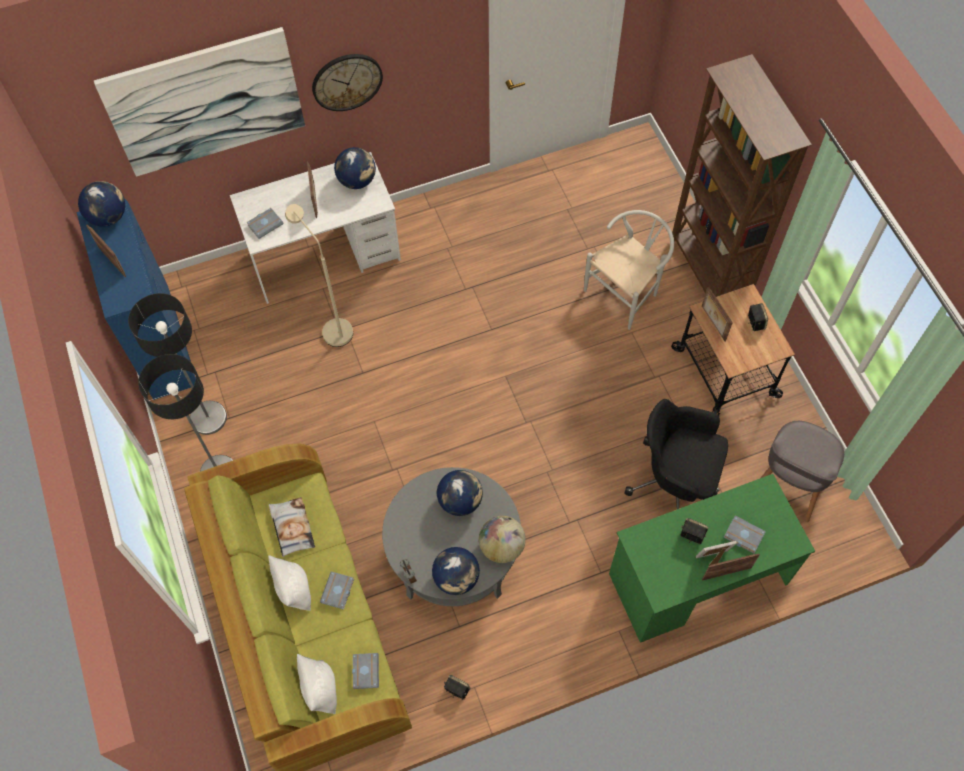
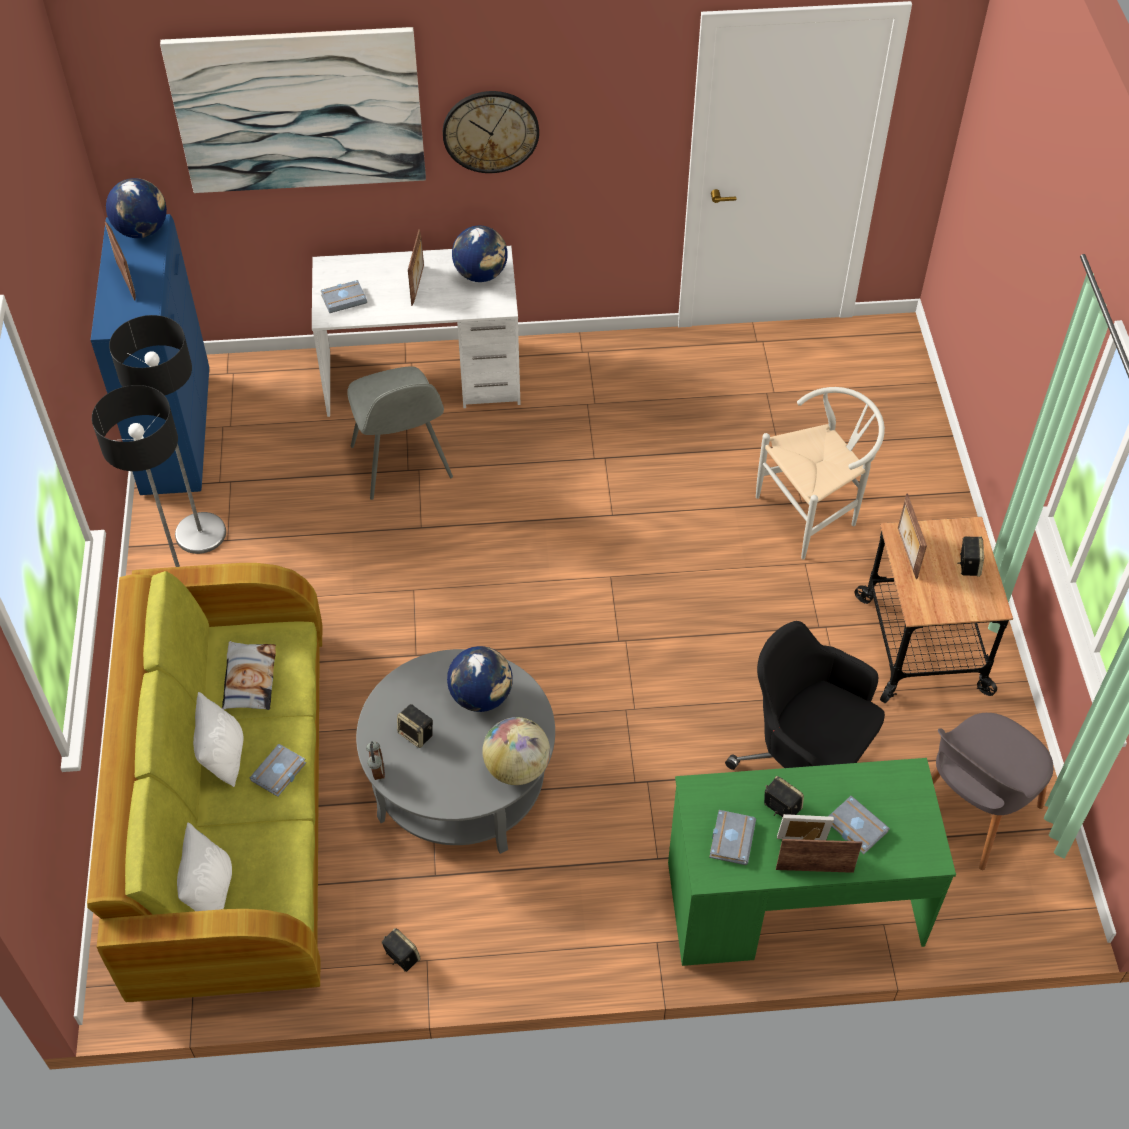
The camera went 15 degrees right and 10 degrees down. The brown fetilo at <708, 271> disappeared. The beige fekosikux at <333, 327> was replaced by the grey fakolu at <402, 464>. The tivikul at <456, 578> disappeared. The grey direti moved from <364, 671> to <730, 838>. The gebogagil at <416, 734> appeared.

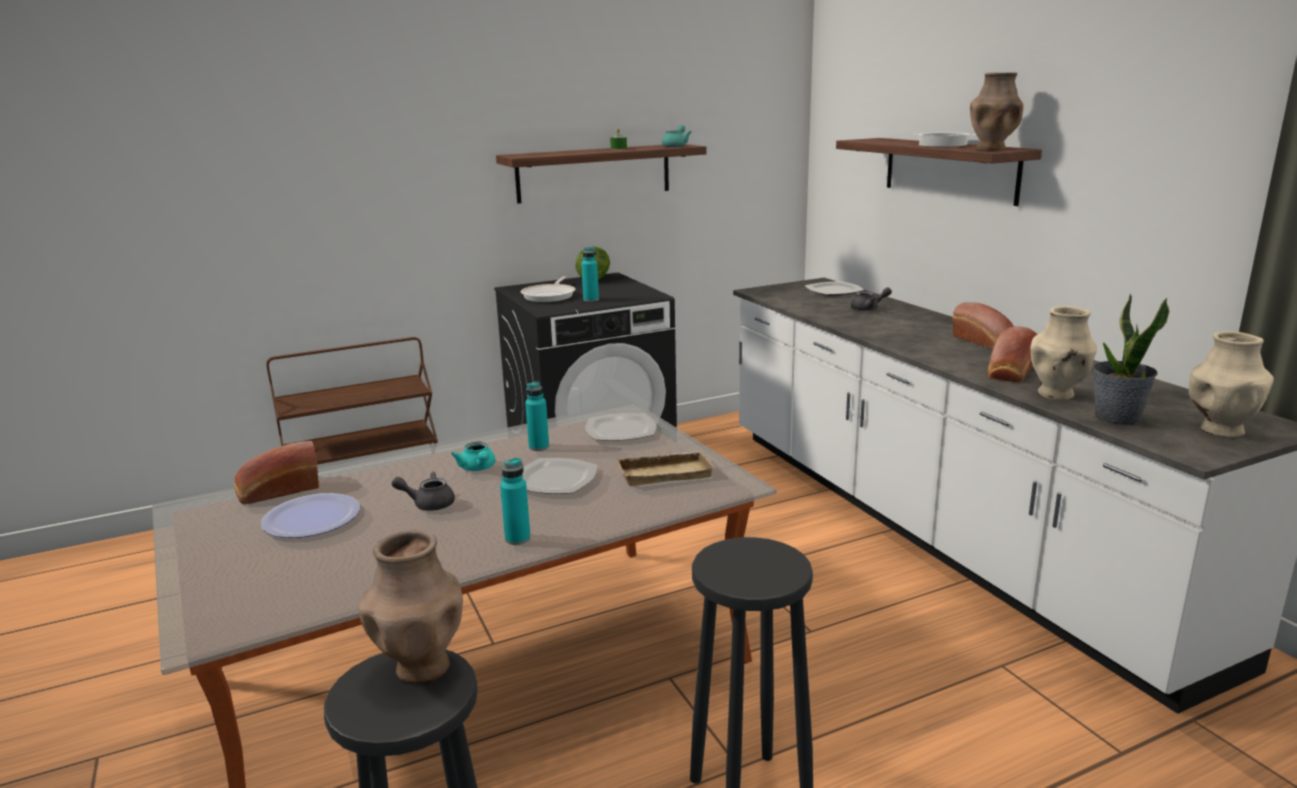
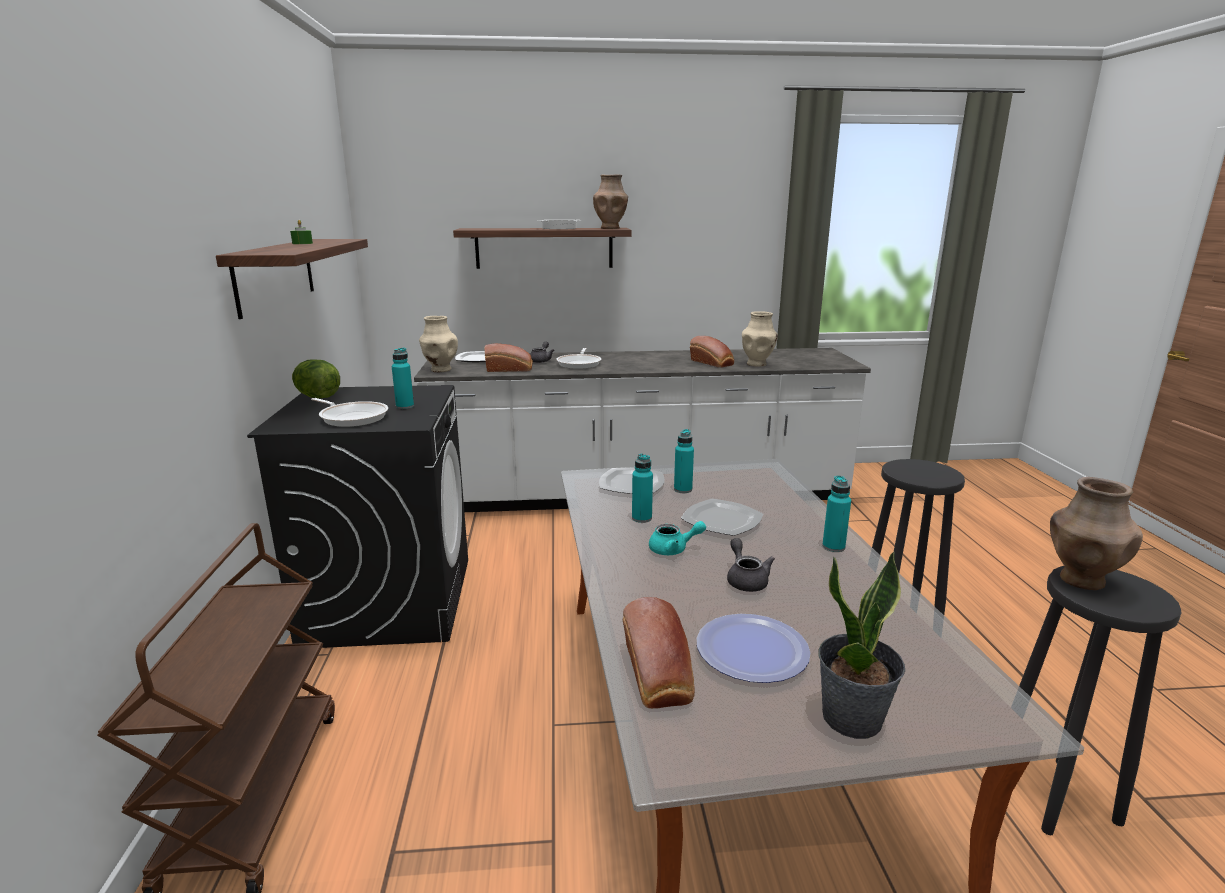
The camera went 70 degrees left and 0 degrees up. The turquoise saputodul at <676, 146> disappeared. The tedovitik moved from <1117, 418> to <852, 718>. The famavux moved from <986, 342> to <510, 369>. The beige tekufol moved from <1220, 431> to <440, 370>. The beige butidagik at <665, 473> disappeared. The grey saputodul at <428, 504> turned 150 degrees clockwise. The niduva at <580, 363> appeared. The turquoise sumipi at <683, 489> appeared.

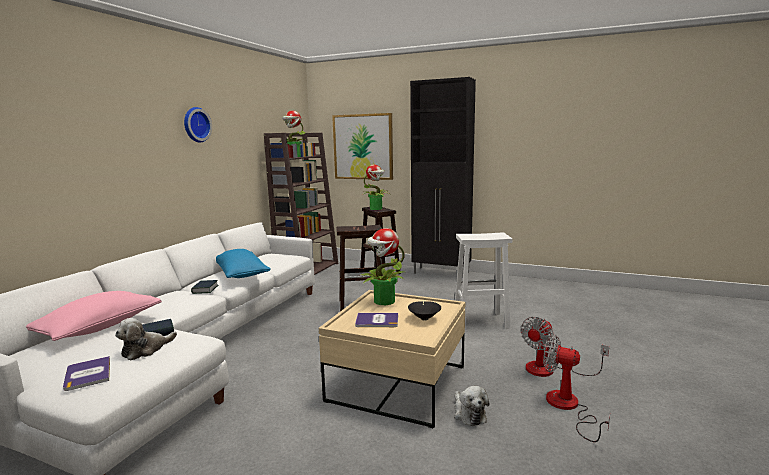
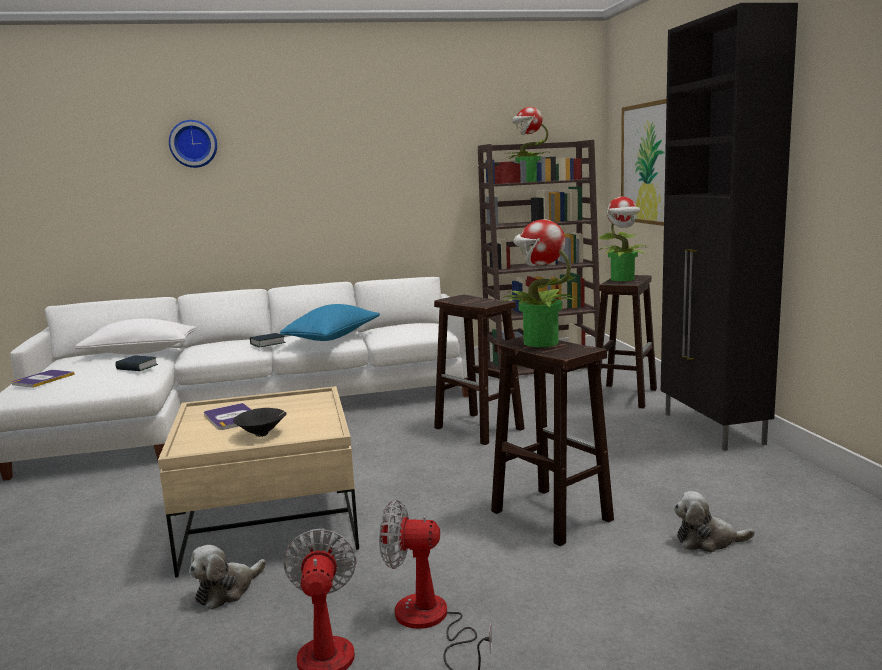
The camera went 55 degrees right and 0 degrees up. The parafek moved from <195, 125> to <193, 144>. The tedovitik moved from <383, 301> to <539, 343>. The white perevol at <479, 321> became the brown perevol at <549, 515>. The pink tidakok at <99, 327> became the white tidakok at <140, 352>. The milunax moved from <145, 350> to <708, 541>.

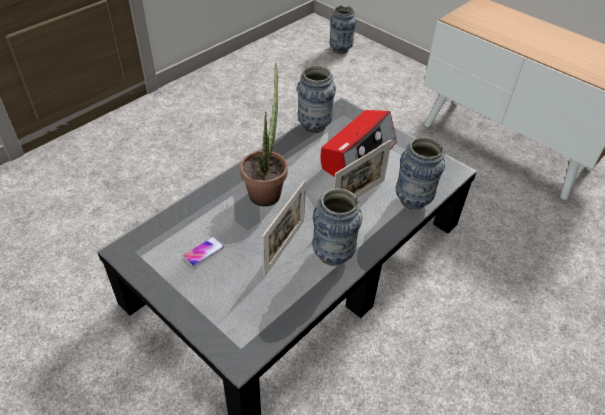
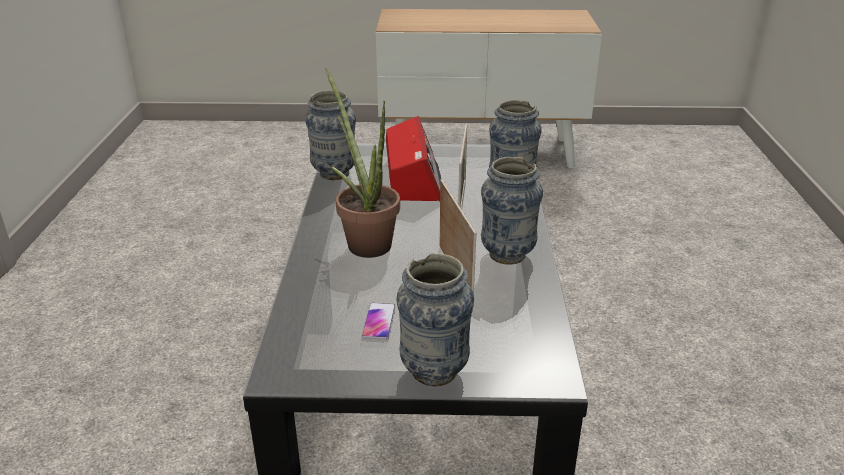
The camera went 40 degrees left and 15 degrees down. The tekufol moved from <340, 50> to <434, 371>.

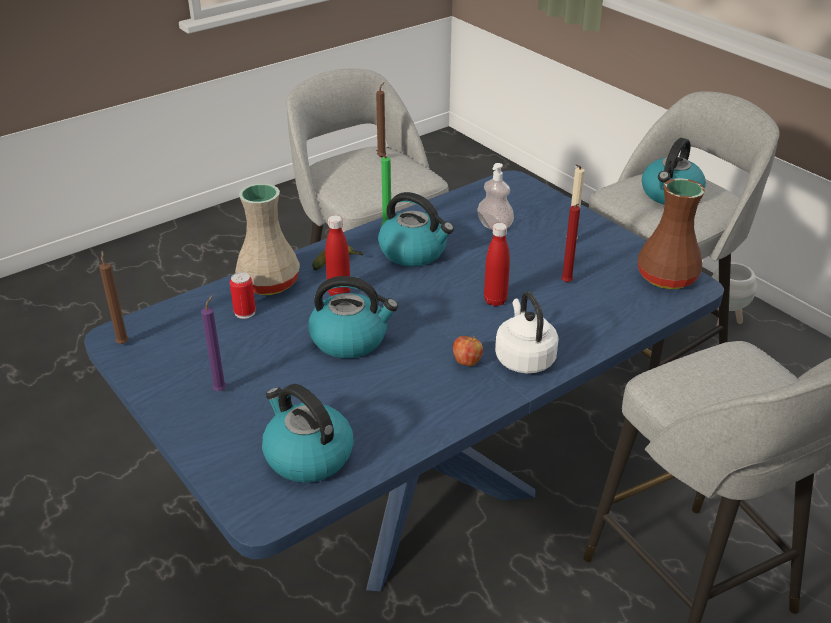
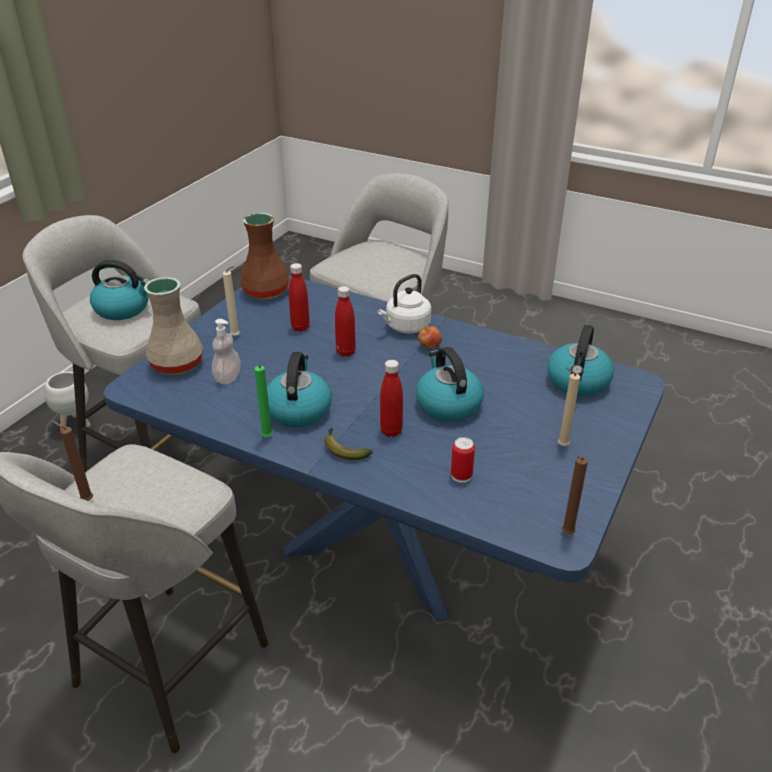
The camera went 115 degrees left and 0 degrees up. The beige tekufol moved from <270, 282> to <176, 363>. The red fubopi at <566, 283> was replaced by the red sumipi at <300, 327>. The purple fubopi at <221, 389> became the beige fubopi at <560, 445>.

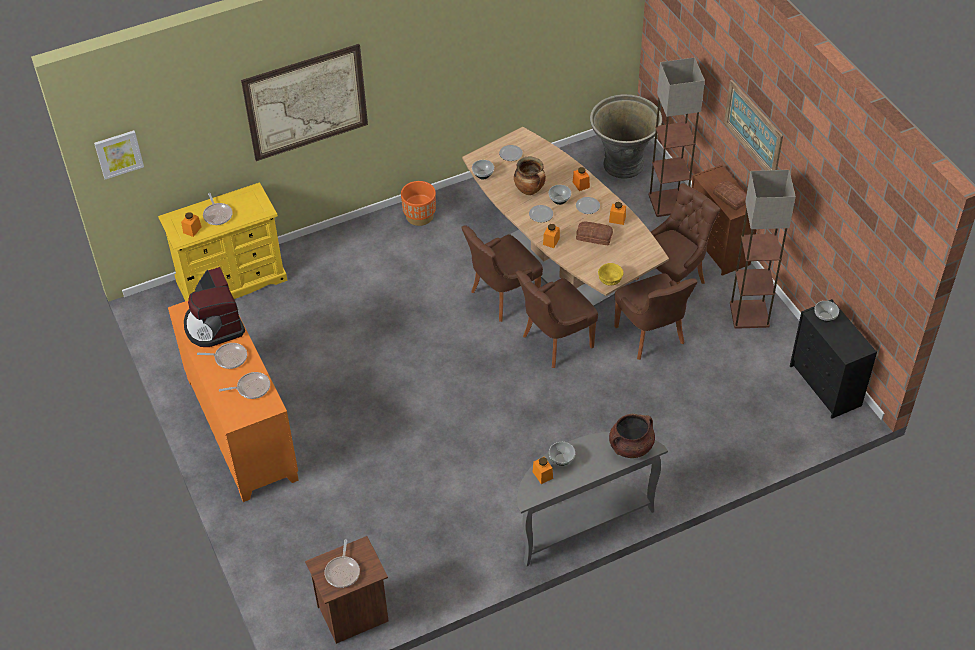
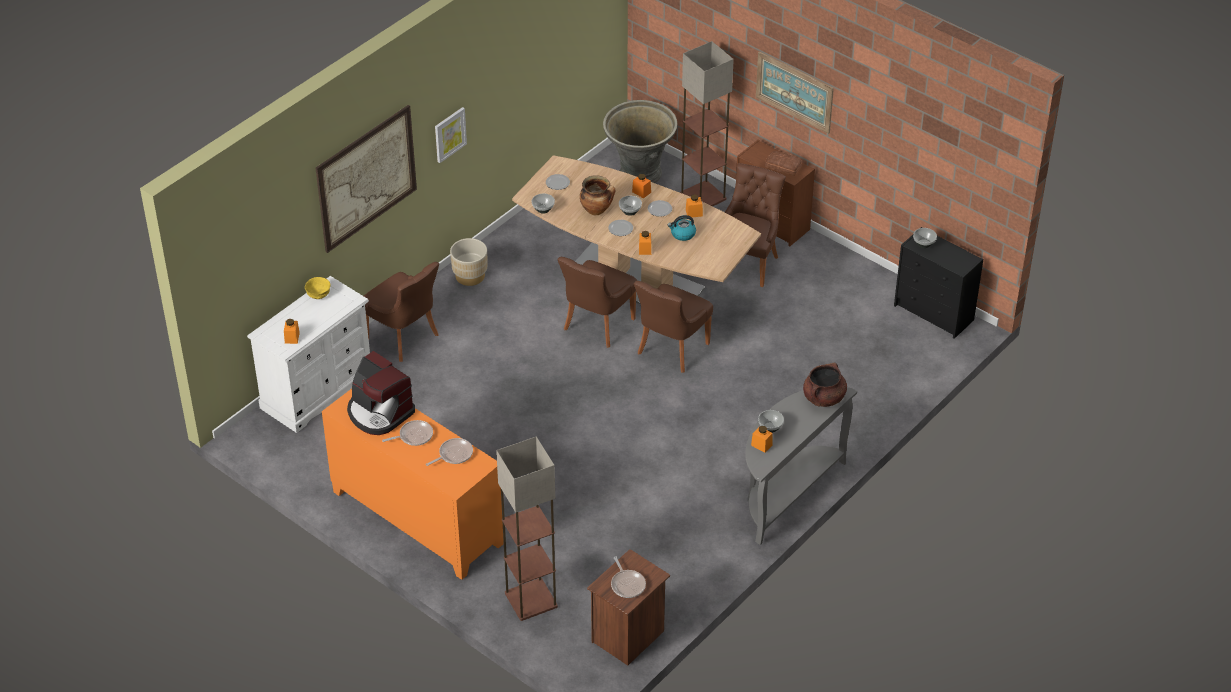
The camera went 25 degrees left and 5 degrees down. The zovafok moved from <119, 154> to <449, 134>. The fekosikux moved from <749, 314> to <531, 599>. The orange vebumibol at <419, 216> became the beige vebumibol at <470, 276>. The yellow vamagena at <232, 281> became the white vamagena at <318, 390>. The niduva at <217, 214> disappeared. The famavux at <594, 237> was replaced by the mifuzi at <682, 234>. The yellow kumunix moved from <610, 280> to <319, 294>. The brown fakolu moved from <651, 336> to <404, 338>.

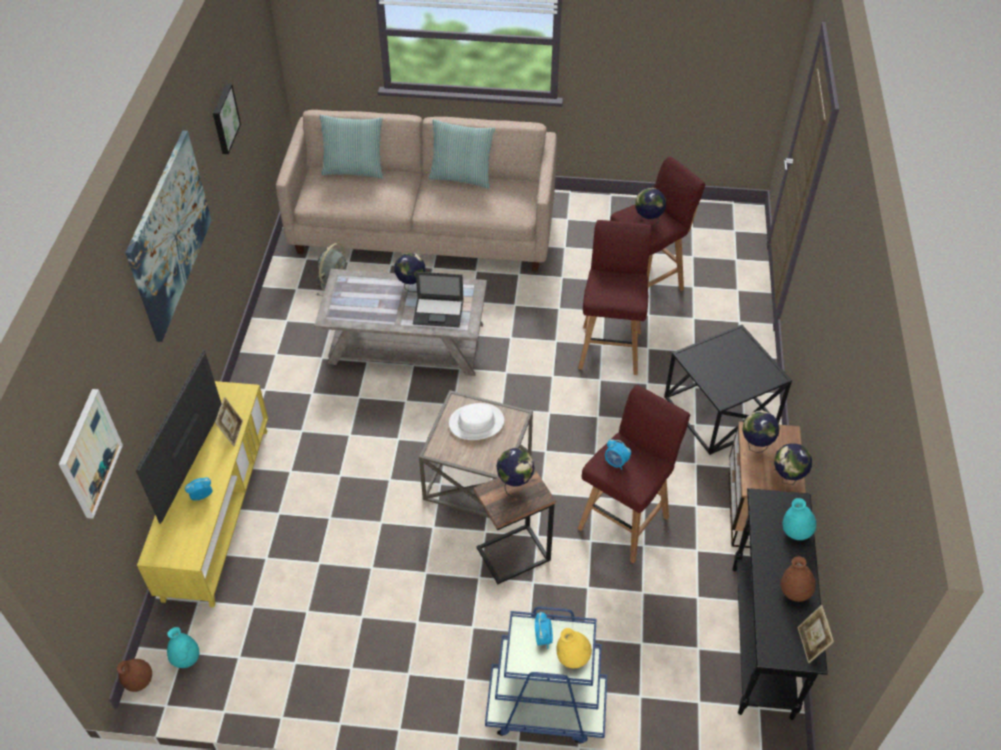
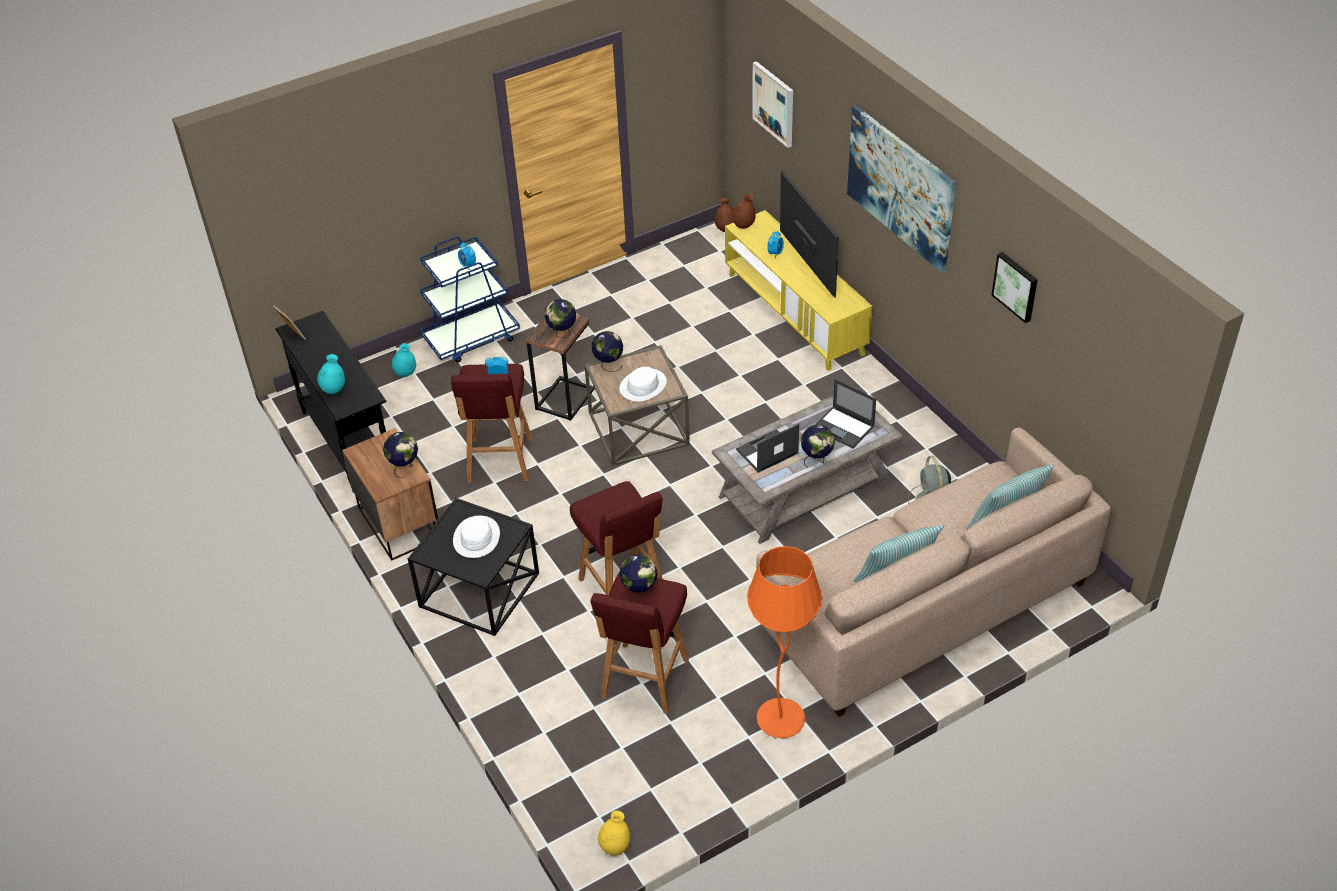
The camera went 145 degrees right and 5 degrees down. The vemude at <232, 432> disappeared. The tivikul moved from <787, 478> to <608, 365>. The brown tekufol moved from <794, 593> to <743, 225>. The turquoise tekufol moved from <186, 659> to <405, 373>. The yellow tekufol moved from <572, 658> to <615, 846>. The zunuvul at <844, 428> appeared. The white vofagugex at <477, 538> appeared. The orange fekosikux at <781, 720> appeared.

